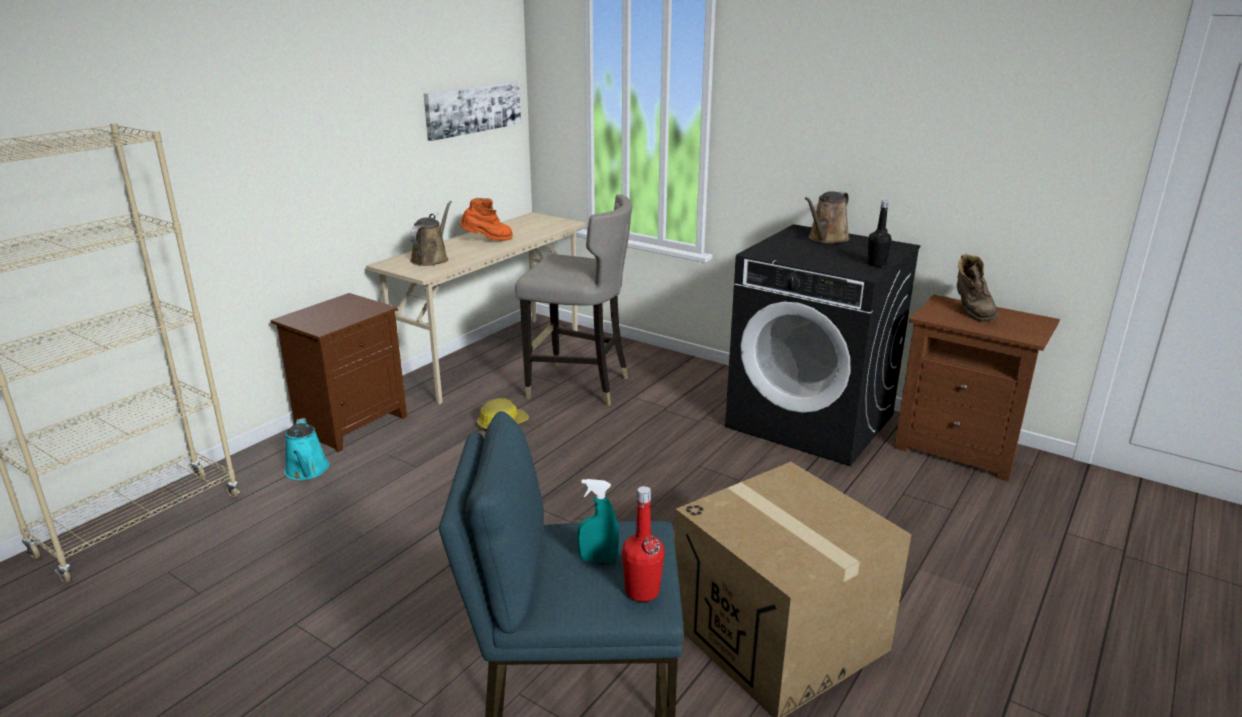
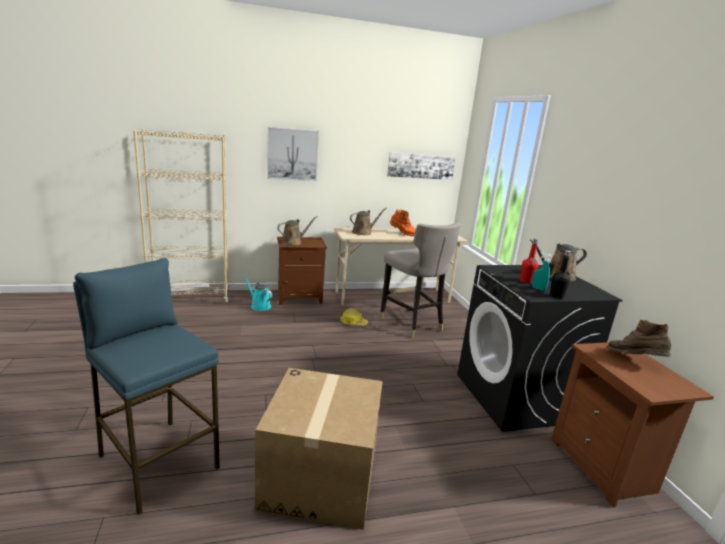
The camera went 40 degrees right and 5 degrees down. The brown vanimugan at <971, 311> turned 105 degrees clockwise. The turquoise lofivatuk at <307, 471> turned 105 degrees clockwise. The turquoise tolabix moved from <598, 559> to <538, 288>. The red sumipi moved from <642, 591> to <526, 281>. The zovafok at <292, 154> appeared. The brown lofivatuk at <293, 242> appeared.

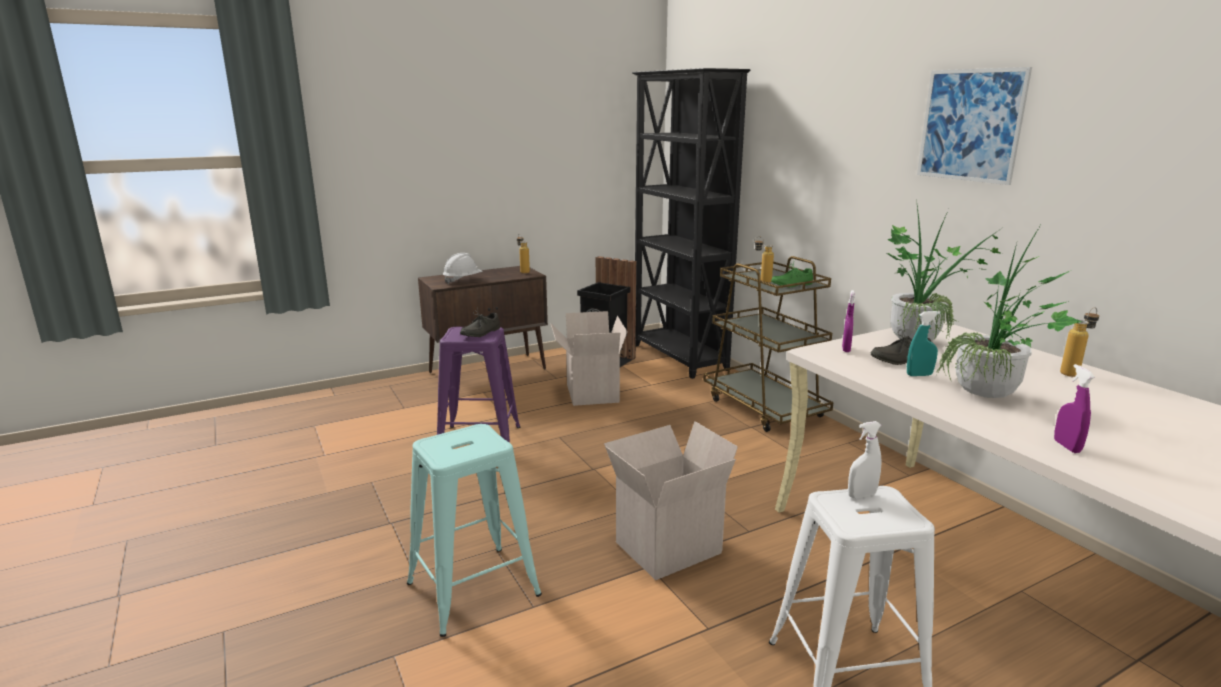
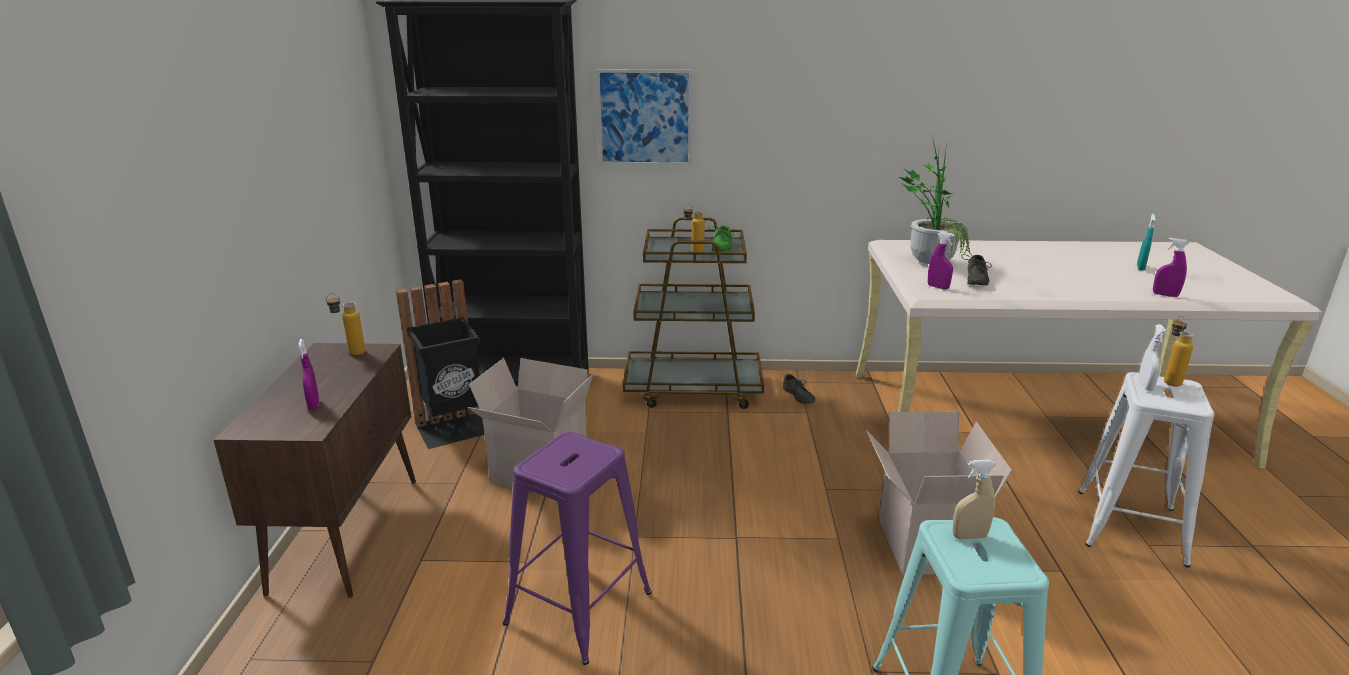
The camera went 60 degrees left and 5 degrees up. The zovafok moved from <970, 125> to <644, 118>. The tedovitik at <990, 399> disappeared. The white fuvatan at <462, 280> was replaced by the purple tolabix at <314, 405>. The sumipi moved from <1073, 373> to <1169, 380>. The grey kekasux moved from <479, 333> to <797, 397>. The turquoise tolabix moved from <919, 375> to <1140, 267>. The beige tolabix at <969, 536> appeared.

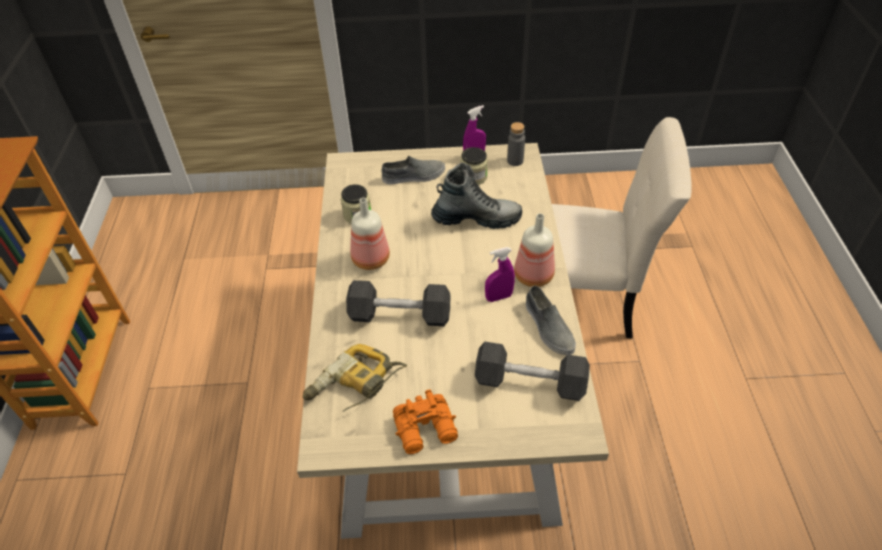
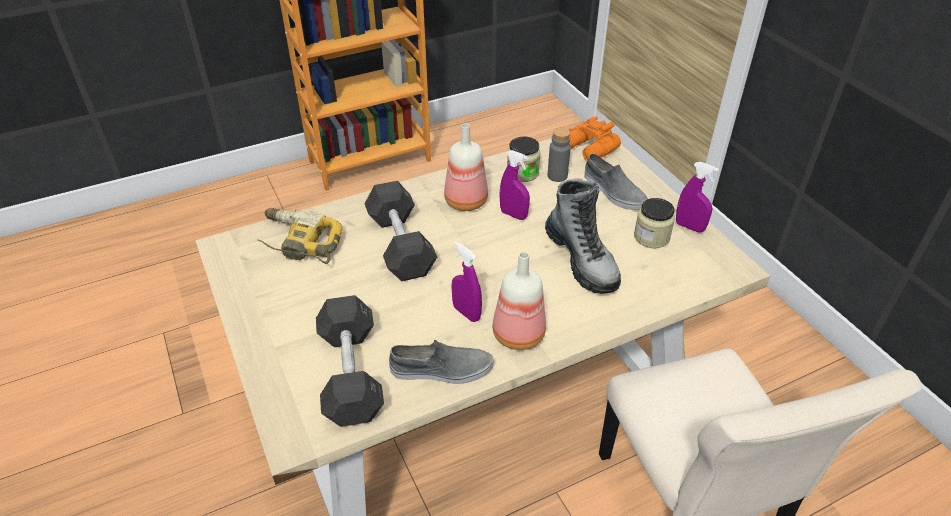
The camera went 65 degrees right and 5 degrees down. The grey sumipi moved from <515, 161> to <557, 176>. The grey kekasux at <548, 327> turned 135 degrees counterclockwise. The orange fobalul moved from <427, 429> to <589, 149>. The purple tolabix at <513, 215> appeared.

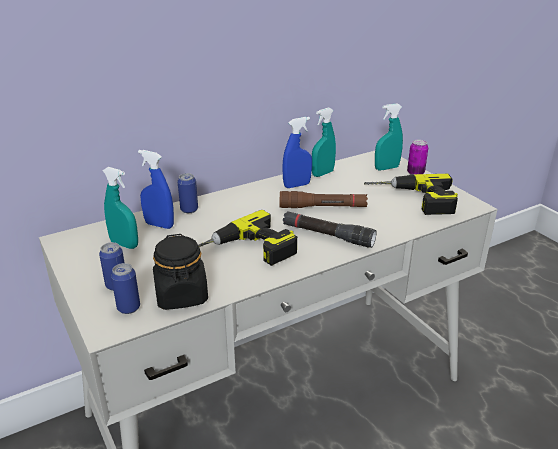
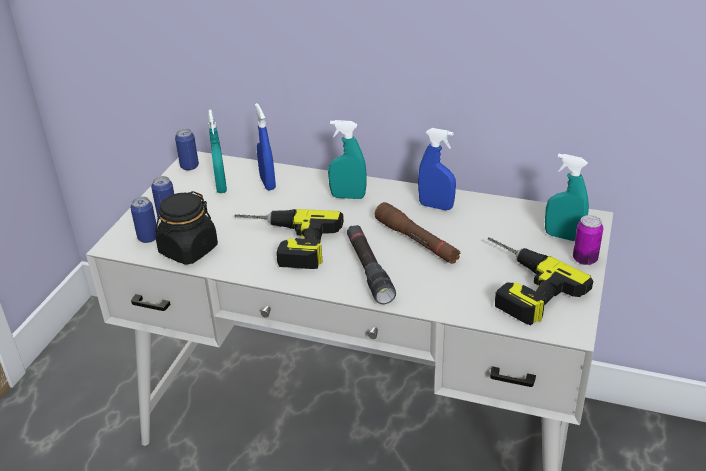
The camera went 50 degrees right and 5 degrees up. The turquoise tolabix moved from <322, 173> to <348, 197>. The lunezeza moved from <189, 209> to <189, 166>.

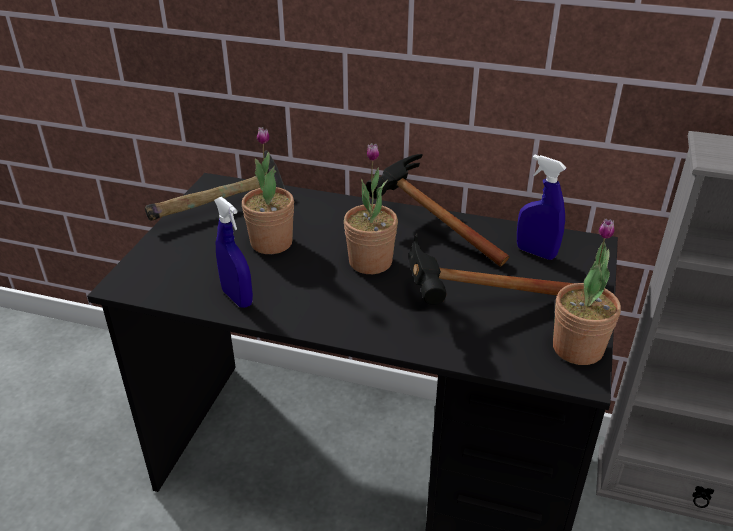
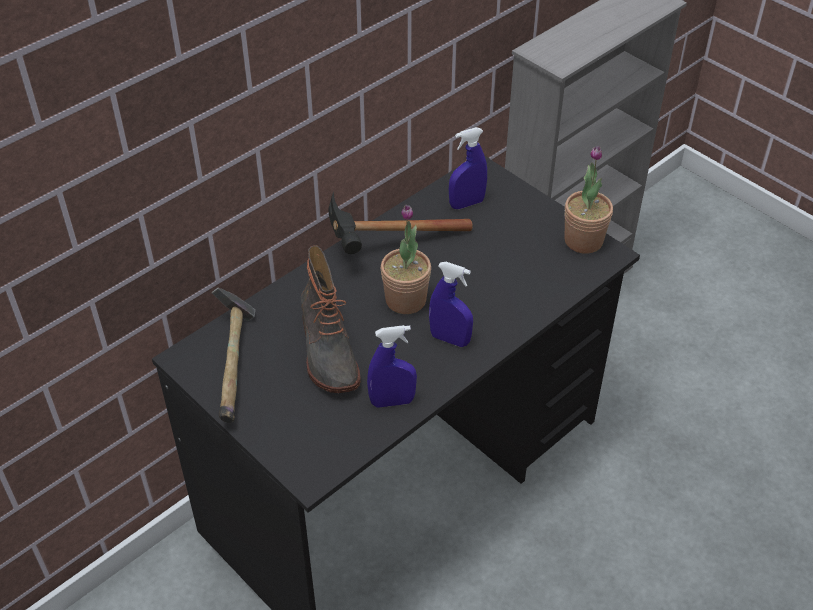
The camera went 60 degrees left and 10 degrees up. The tedovitik at <271, 243> was replaced by the vanimugan at <327, 351>. The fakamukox at <470, 306> disappeared. The blue tolabix at <450, 339> appeared.

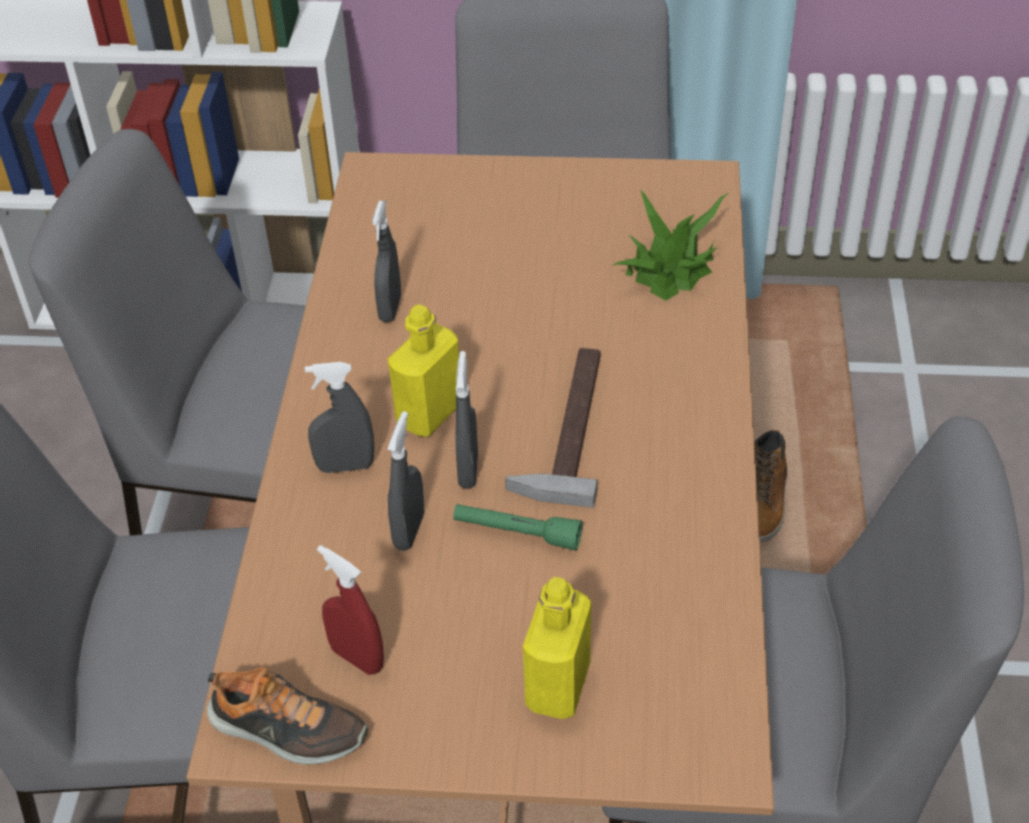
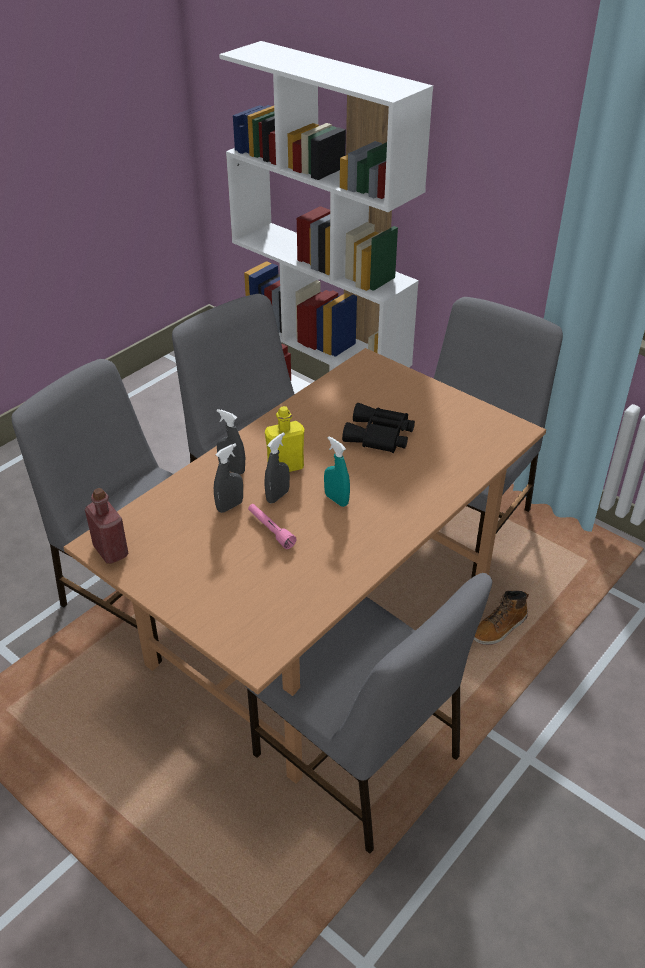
The camera went 35 degrees right and 5 degrees down. The tedovitik at <671, 269> disappeared. The grey tolabix at <390, 308> disappeared. The fakamukox at <565, 425> was replaced by the turquoise tolabix at <336, 500>. The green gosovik at <517, 533> became the pink gosovik at <270, 530>. The red tolabix at <357, 658> disappeared. The yellow sumipi at <557, 686> disappeared. The kekasux at <287, 730> was replaced by the red sumipi at <111, 551>. The black fobalul at <379, 436> appeared.

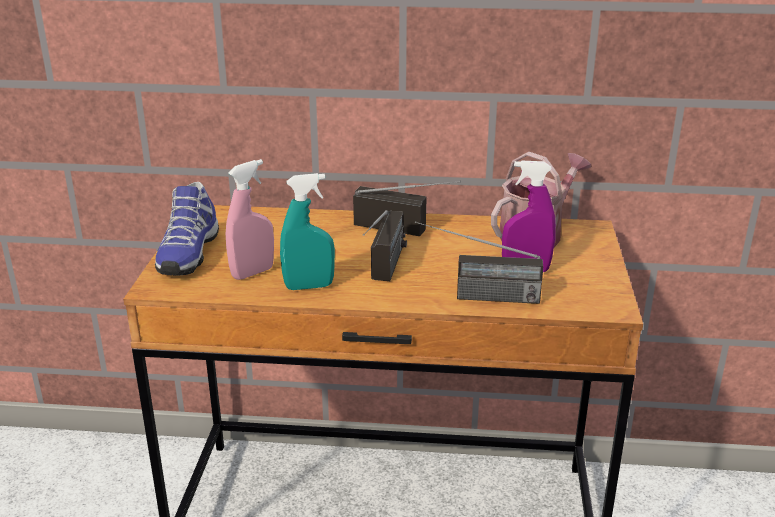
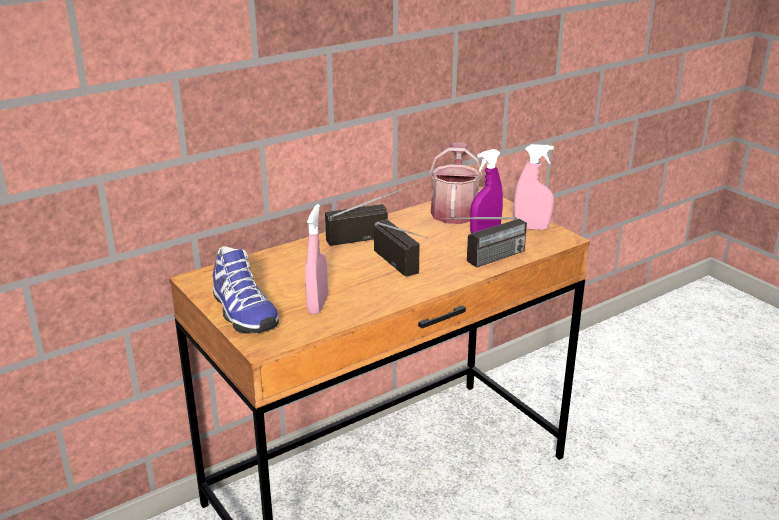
The camera went 40 degrees left and 0 degrees up. The turquoise tolabix at <309, 286> disappeared. The pink tolabix at <531, 228> appeared.

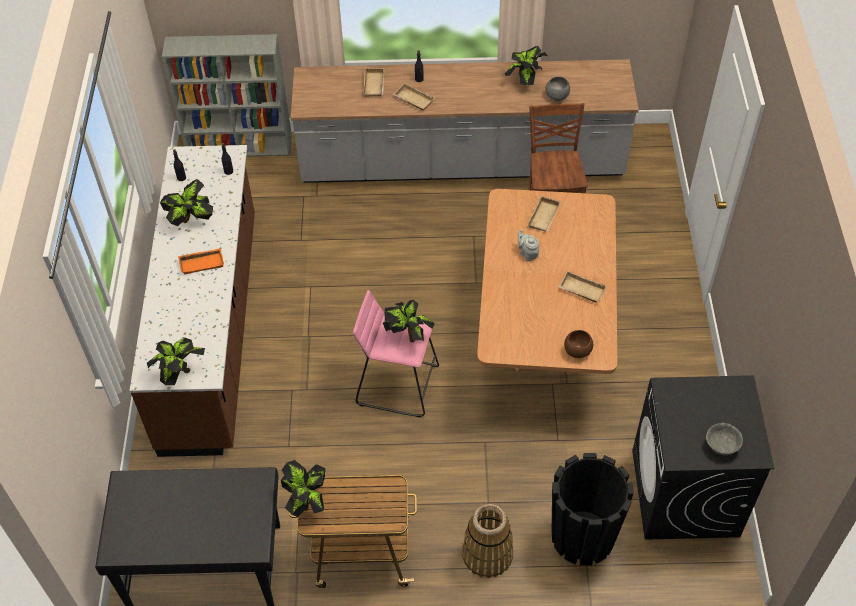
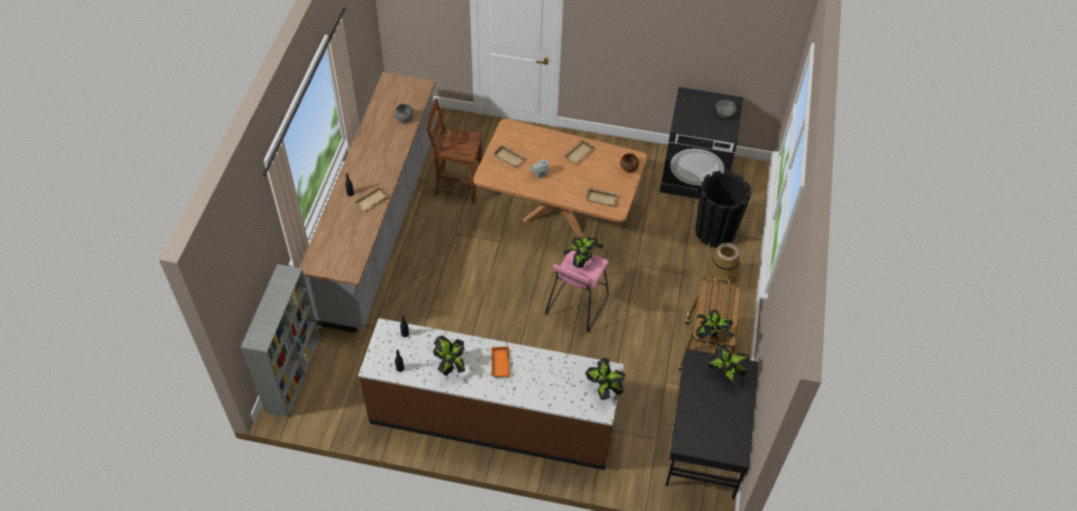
The camera went 80 degrees left and 0 degrees up. The tedovitik moved from <525, 81> to <725, 374>. The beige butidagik moved from <375, 85> to <602, 198>.

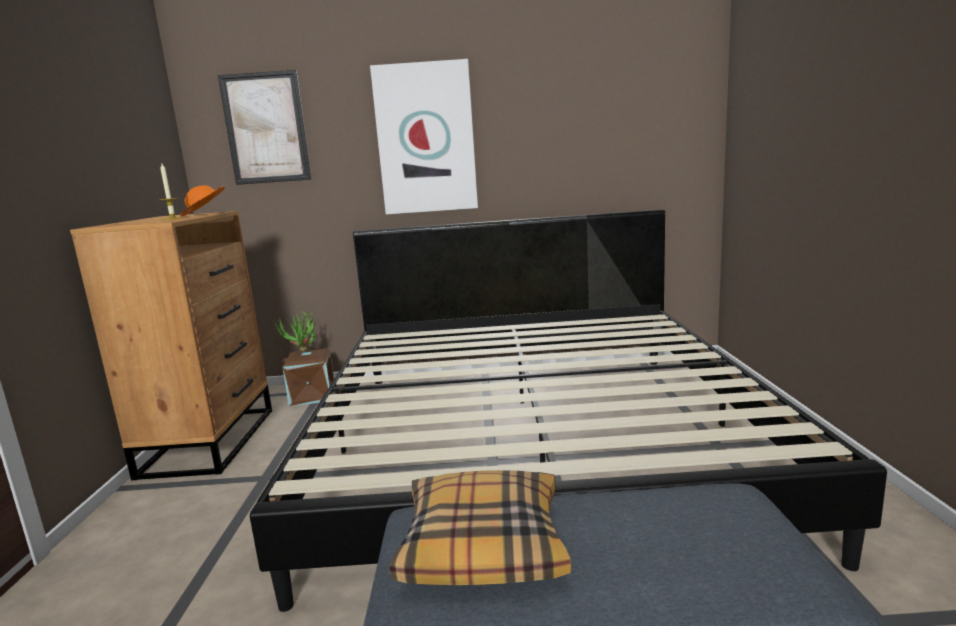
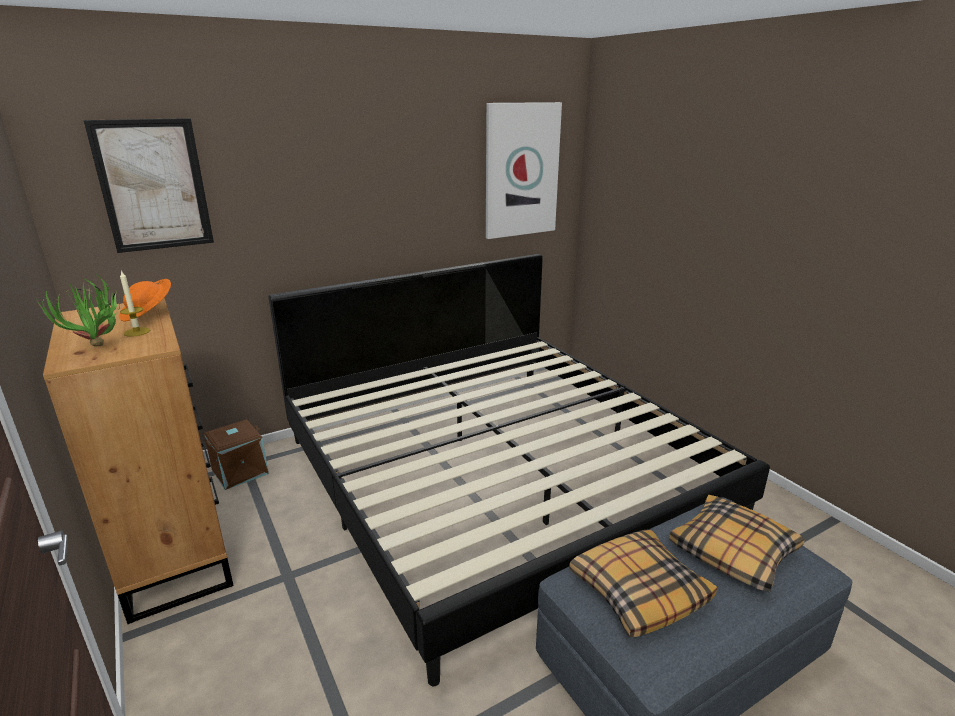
The camera went 30 degrees left and 10 degrees up. The zovafok moved from <426, 139> to <521, 171>. The tedovitik moved from <302, 353> to <98, 349>. The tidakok at <732, 552> appeared.

